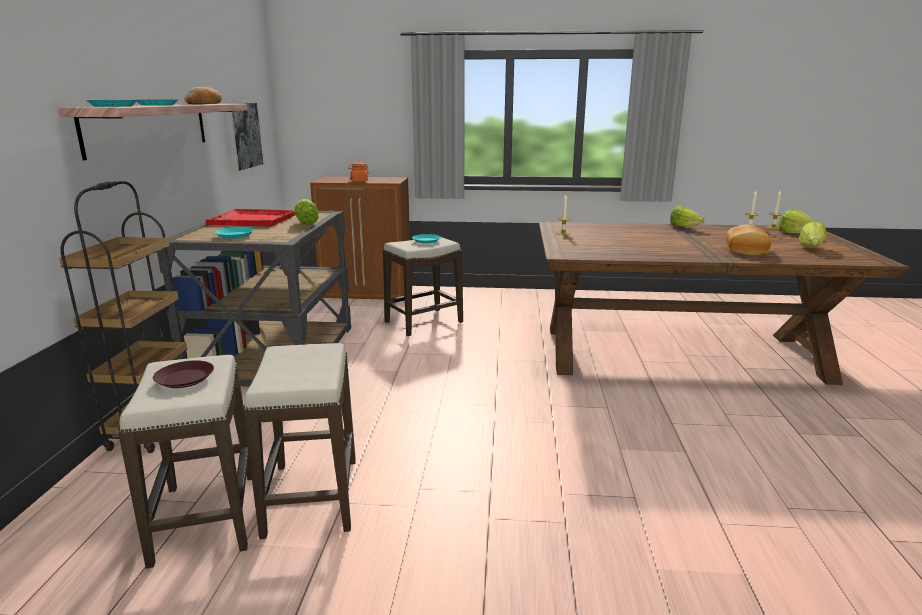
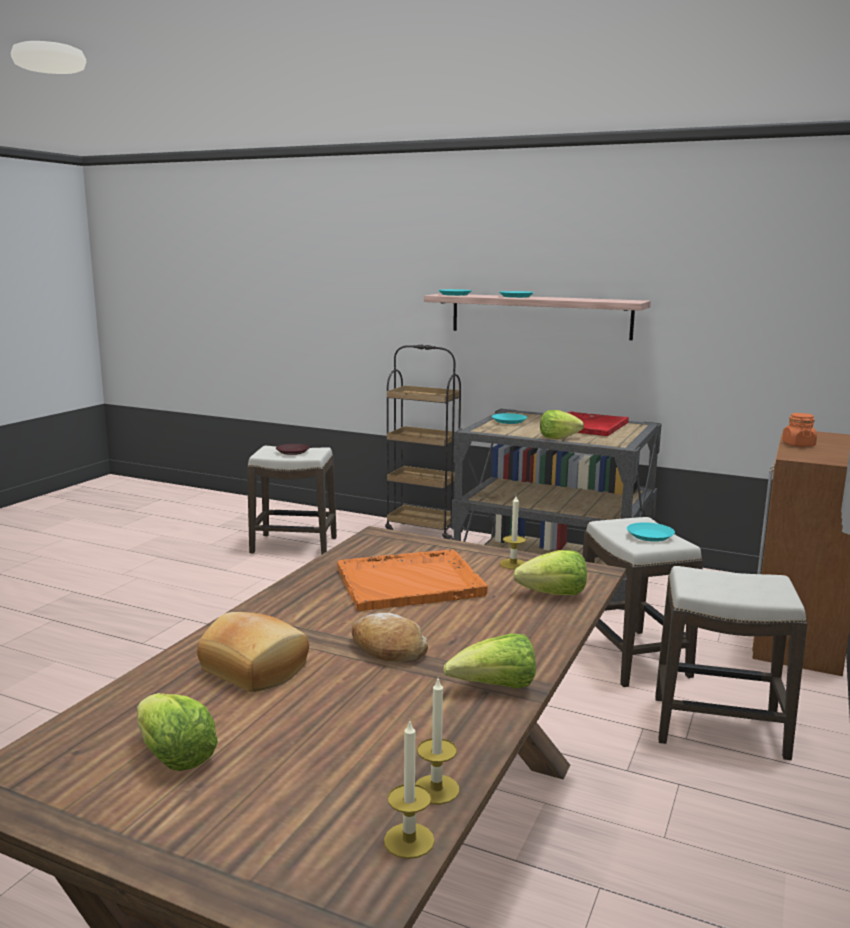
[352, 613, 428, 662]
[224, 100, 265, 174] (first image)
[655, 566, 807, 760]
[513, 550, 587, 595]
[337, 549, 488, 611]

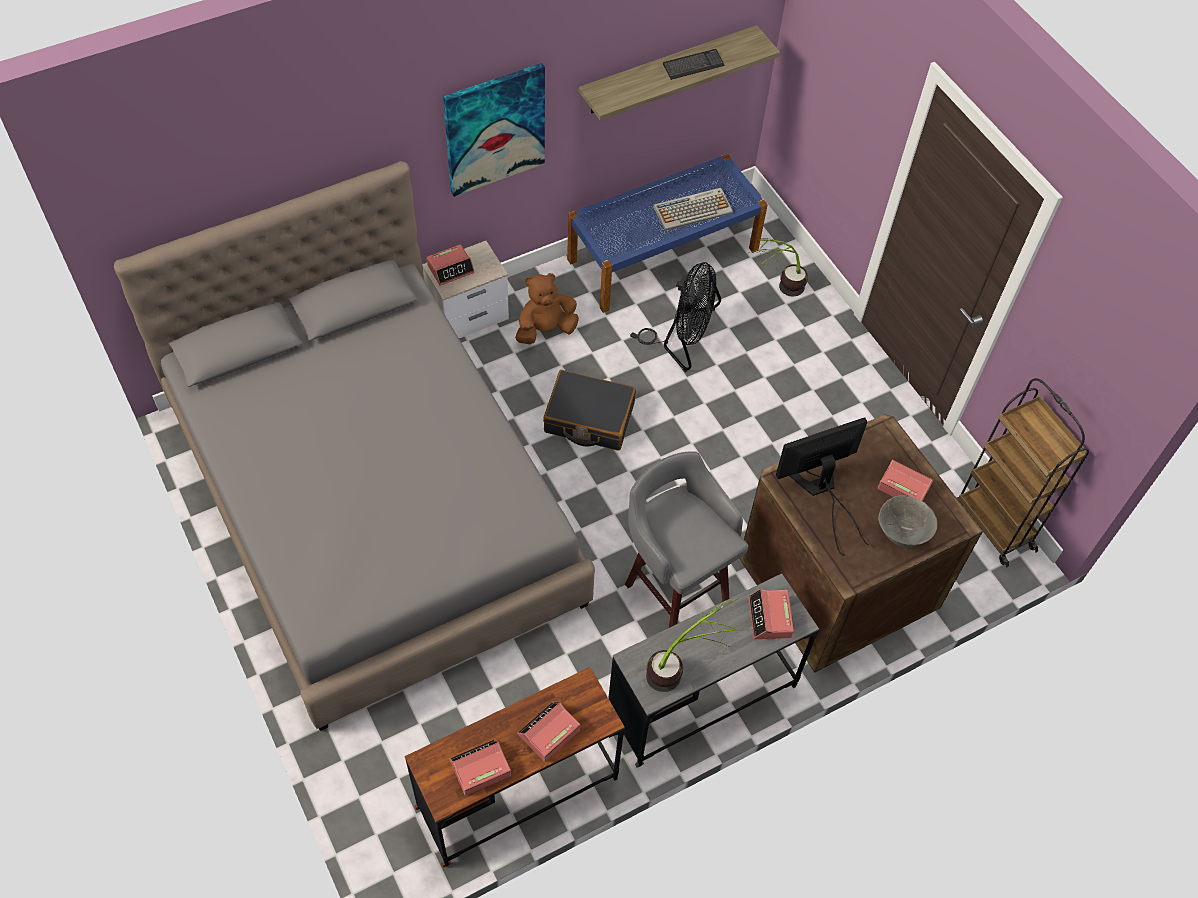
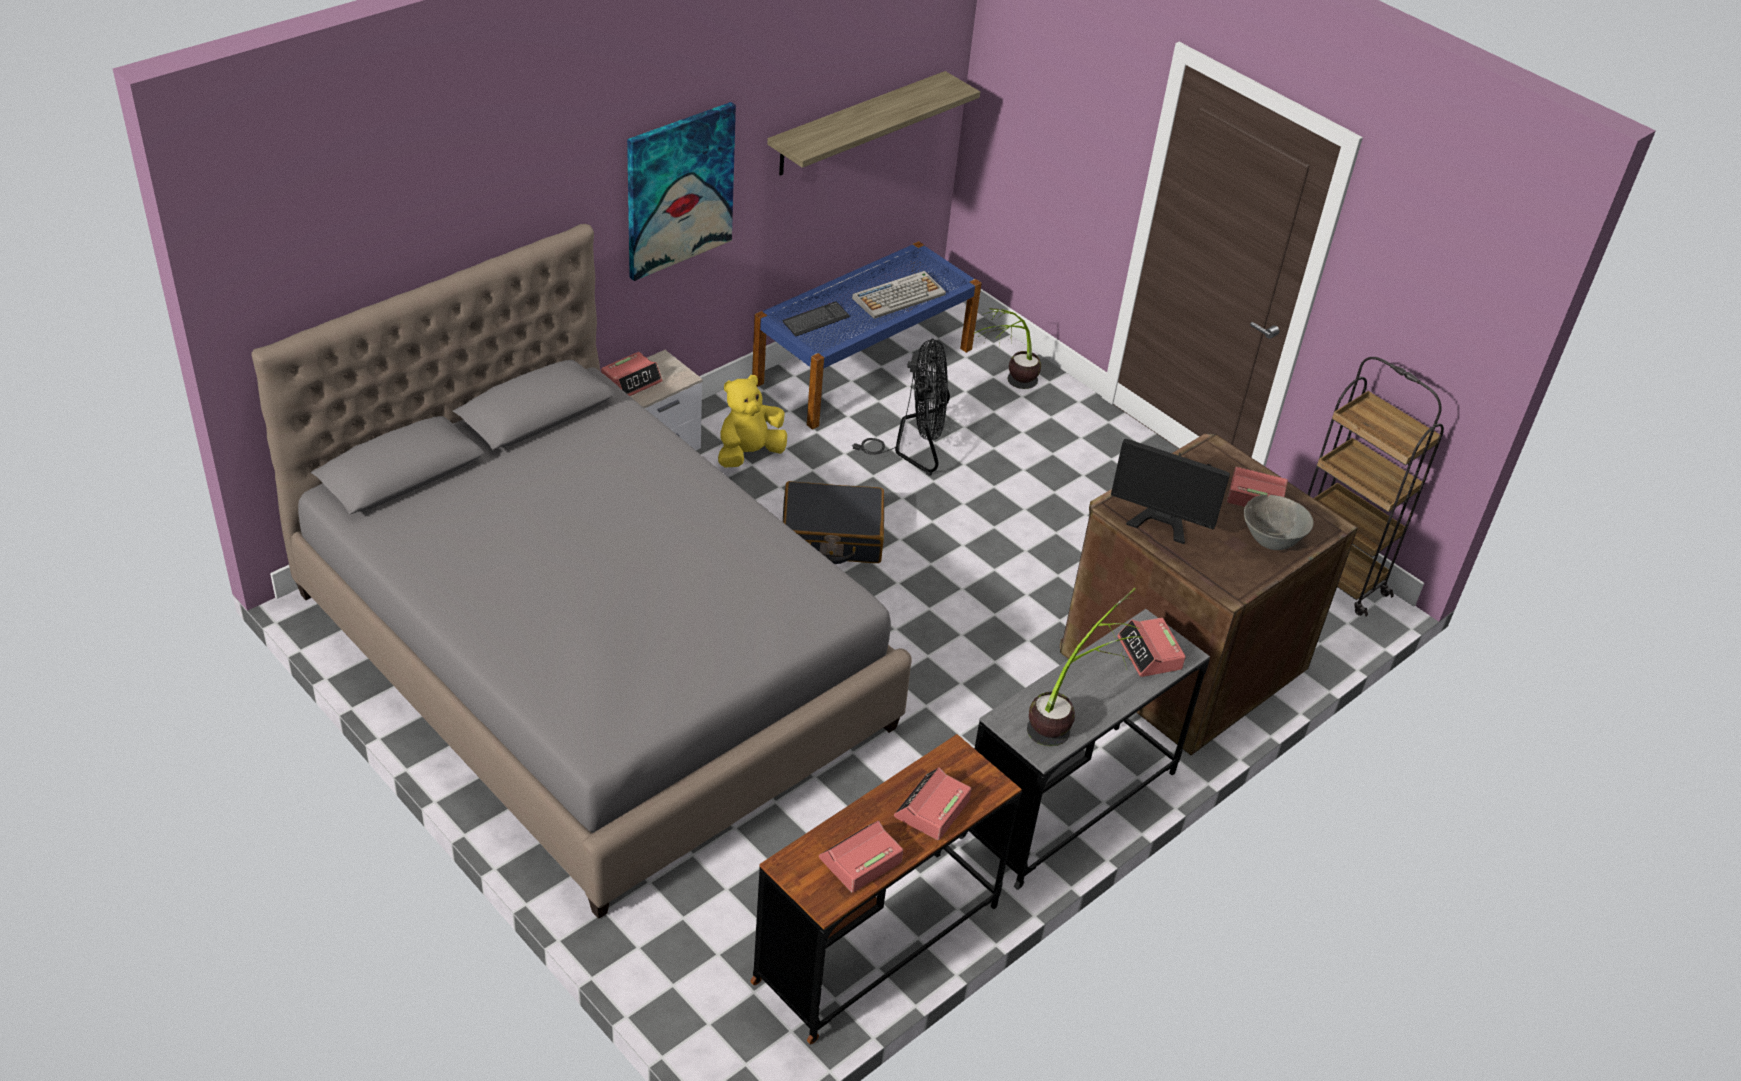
[718, 375, 787, 468]
[625, 452, 748, 628] (first image)
[783, 301, 850, 337]
[1111, 439, 1230, 544]

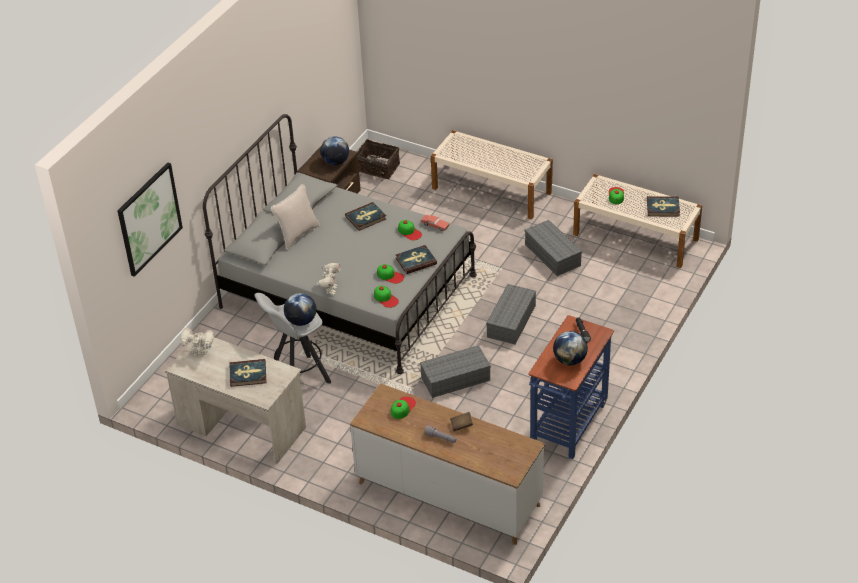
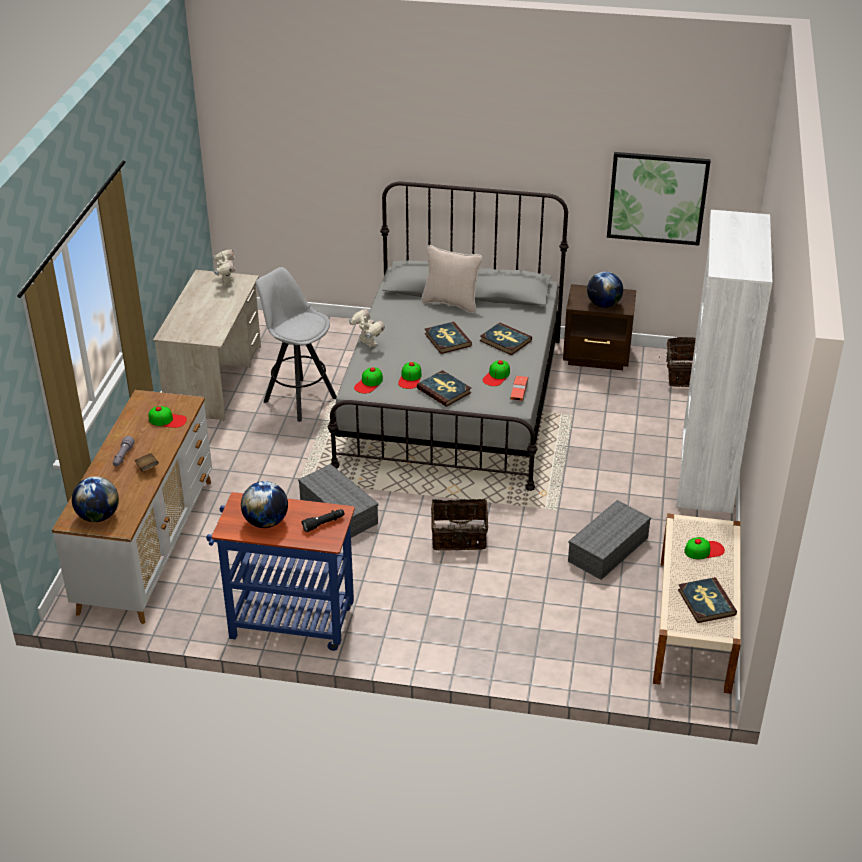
[607, 152, 711, 246]
[425, 322, 472, 354]
[72, 476, 119, 522]
[349, 309, 385, 347]
[676, 210, 772, 513]
[431, 499, 488, 550]

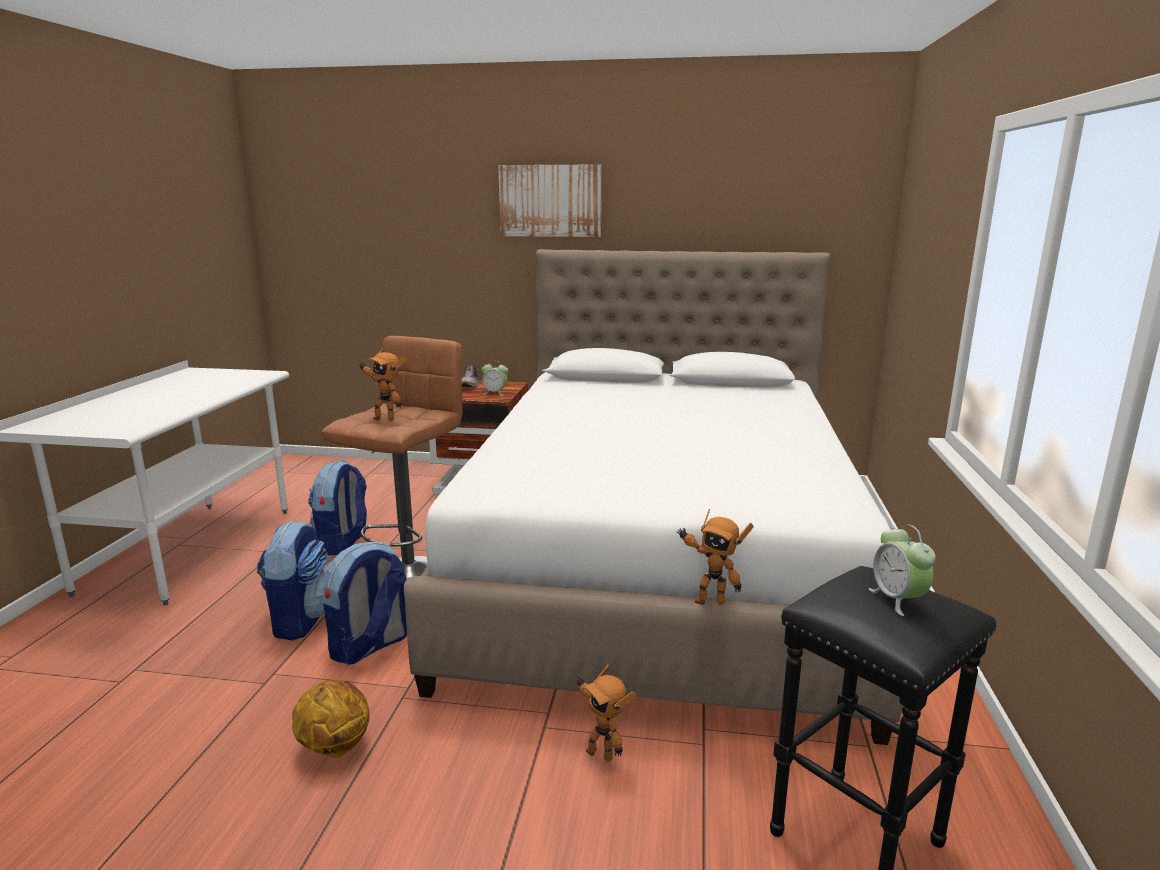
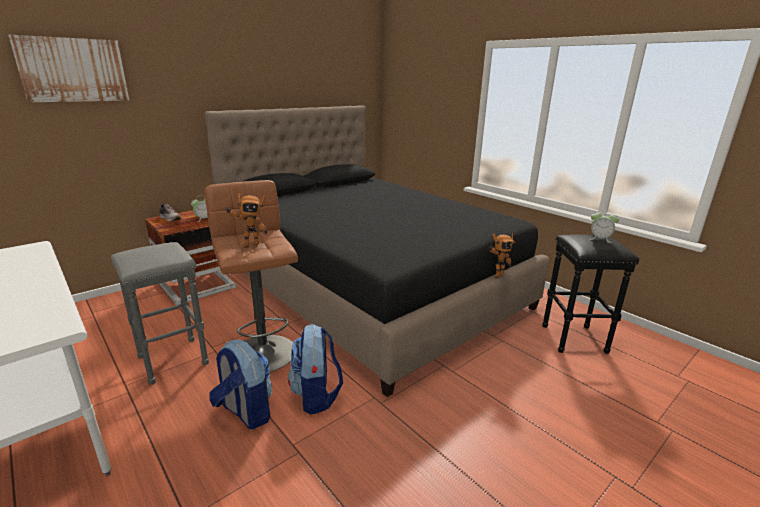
[292, 680, 369, 758] (first image)
[111, 242, 209, 385]
[205, 105, 549, 397]
[8, 35, 129, 103]
[575, 664, 637, 762] (first image)

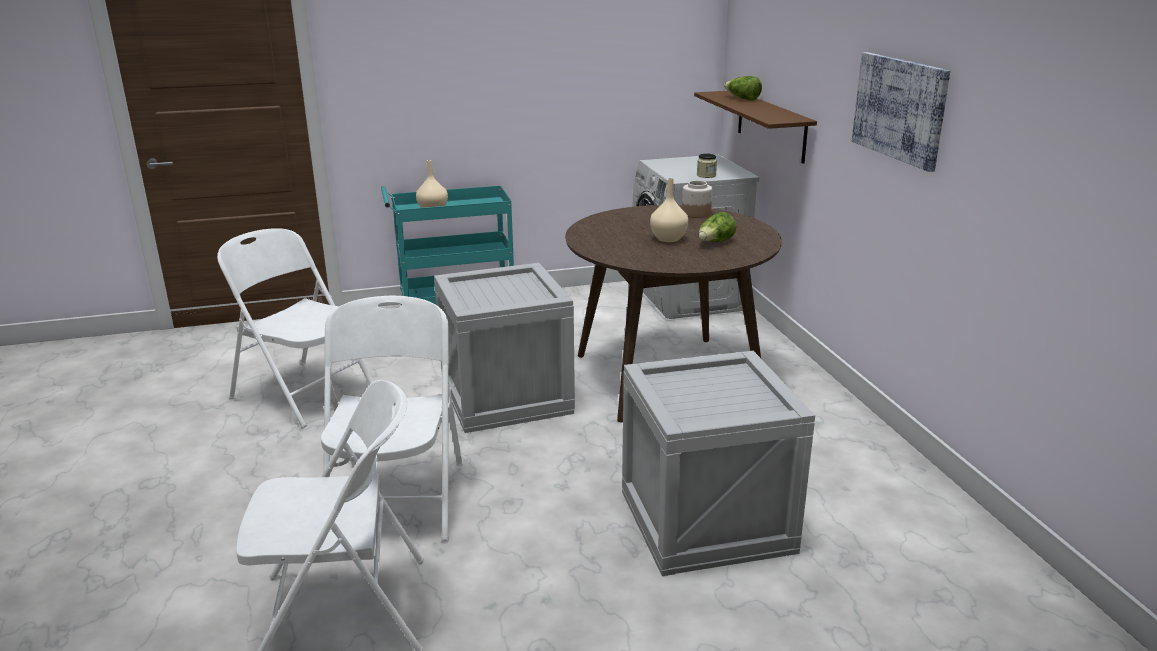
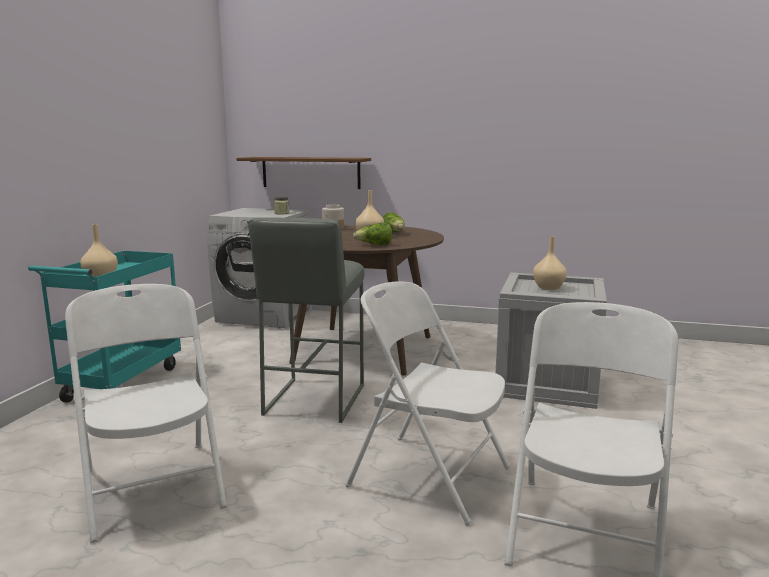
[65, 284, 227, 543]
[248, 217, 364, 423]
[353, 223, 392, 245]
[852, 52, 950, 172] (first image)
[533, 236, 567, 290]

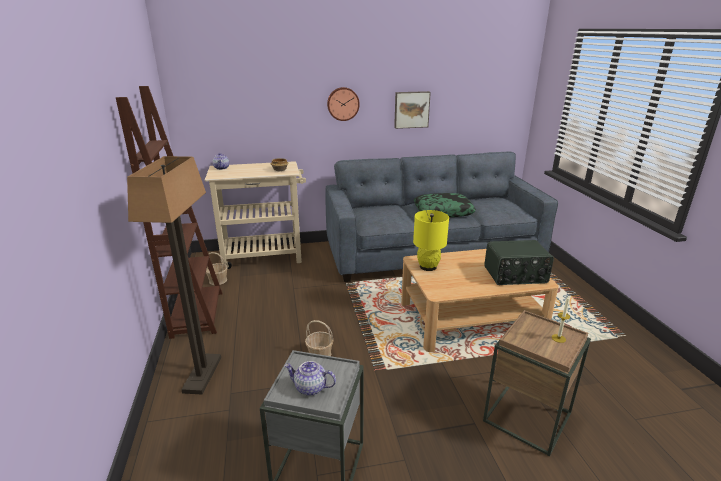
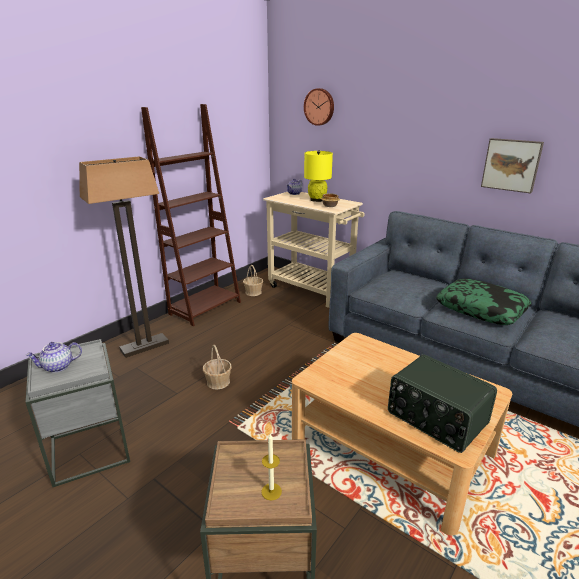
[26, 342, 82, 373]
[304, 88, 334, 126]
[304, 150, 333, 202]

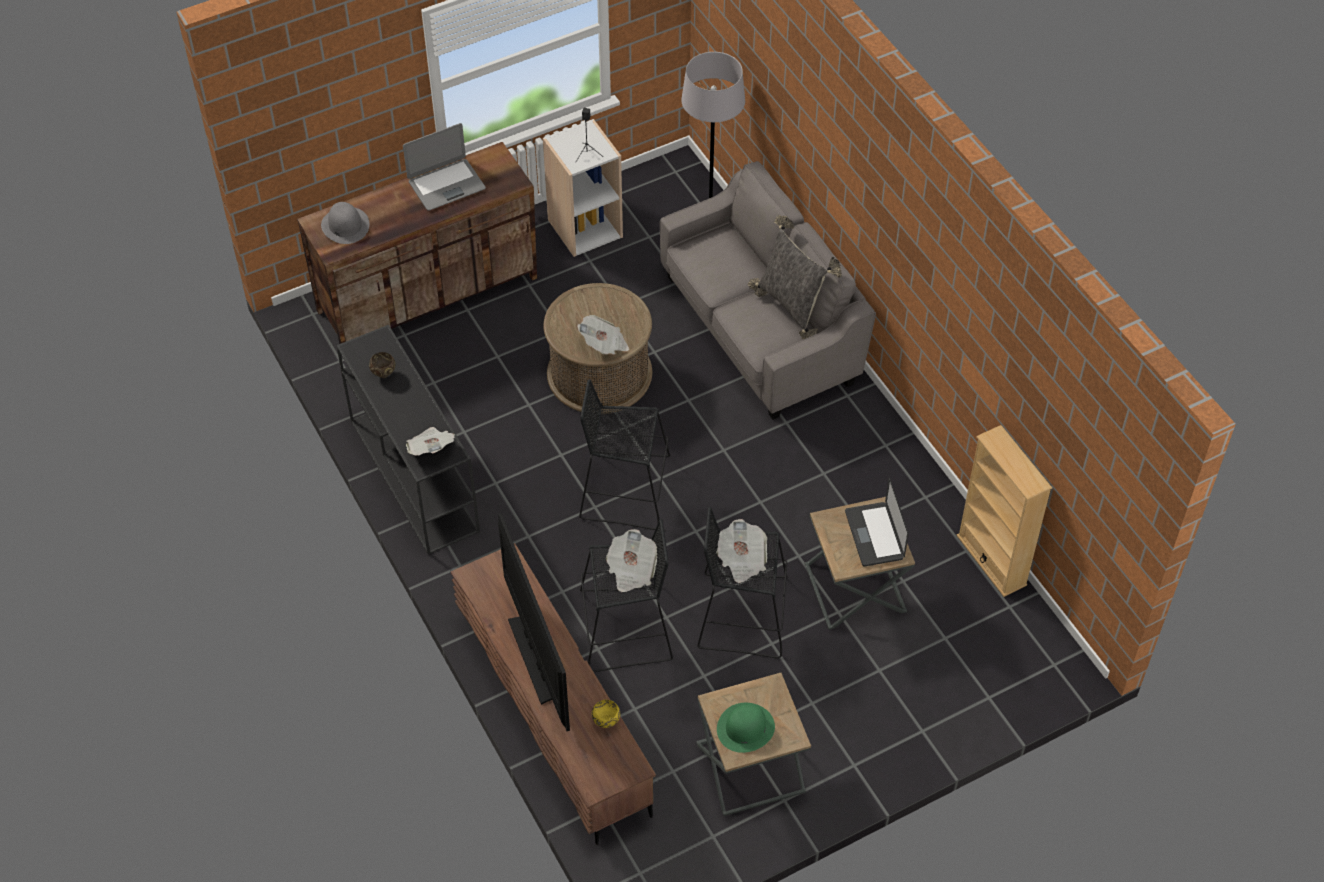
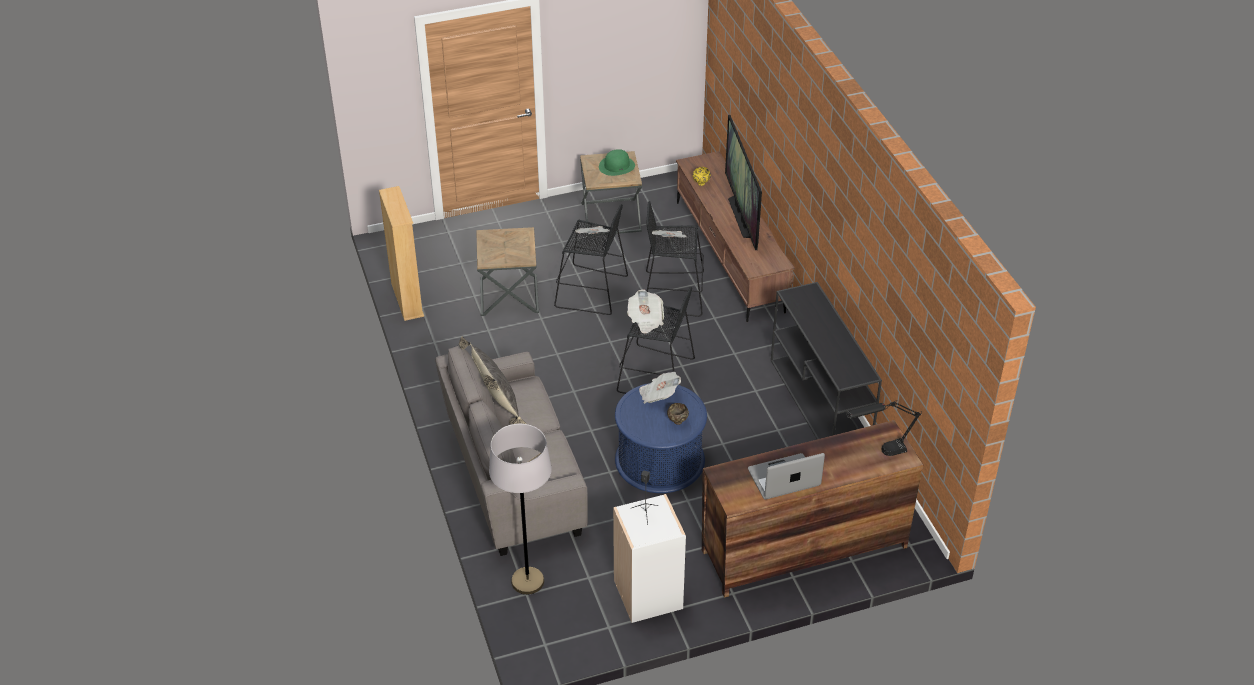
[846, 400, 922, 456]
[667, 403, 689, 425]
[627, 289, 664, 334]
[615, 383, 707, 493]
[845, 478, 909, 566] (first image)

